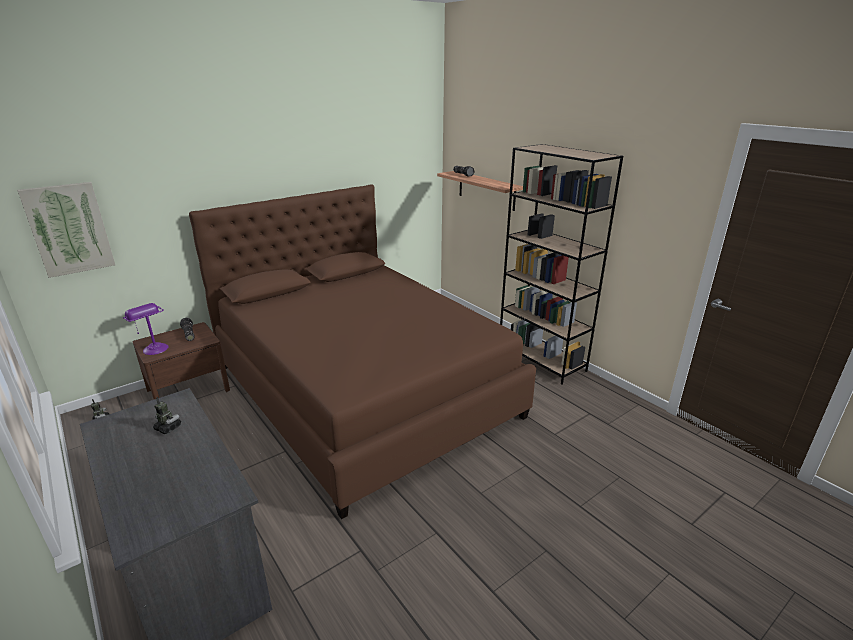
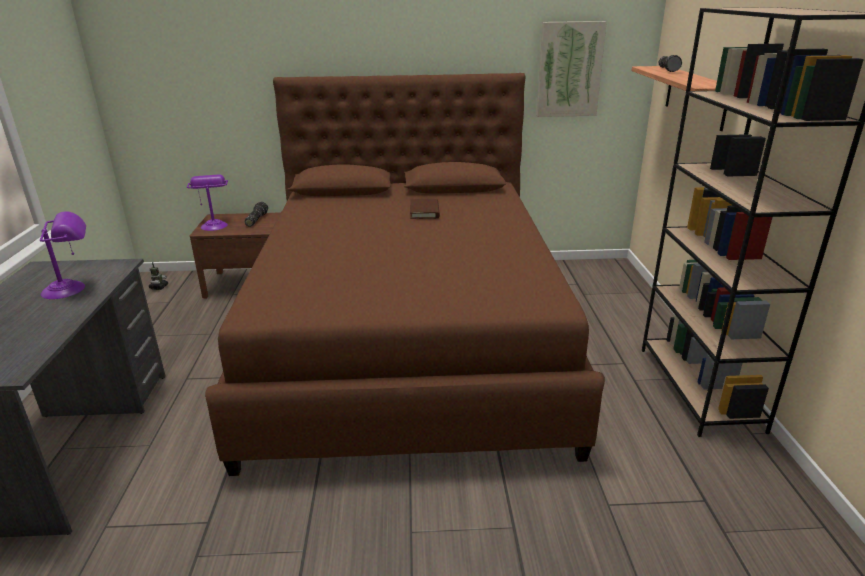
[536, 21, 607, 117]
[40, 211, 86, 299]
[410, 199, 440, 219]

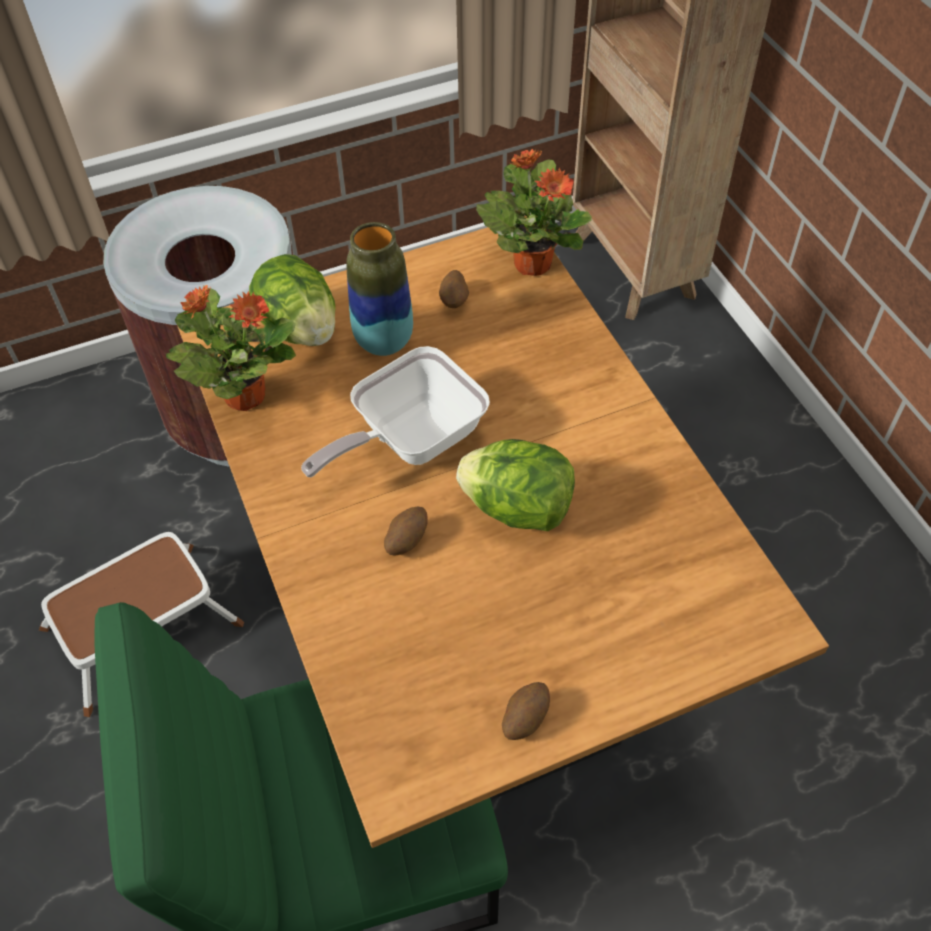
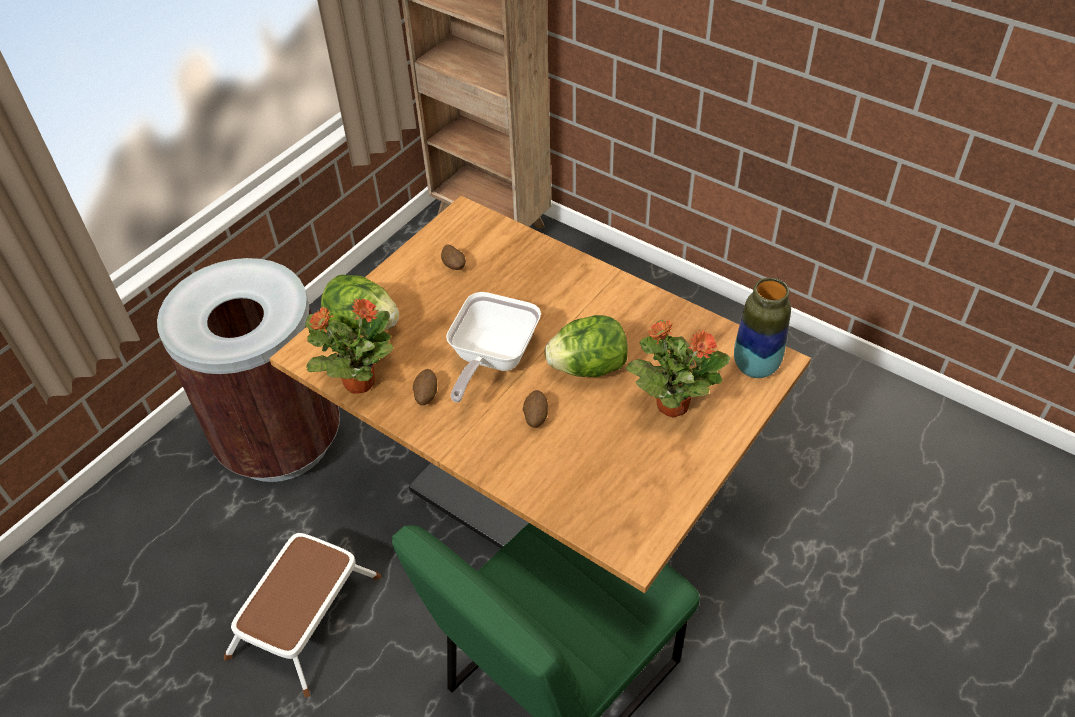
[734, 278, 791, 378]
[626, 320, 730, 418]
[413, 369, 437, 405]

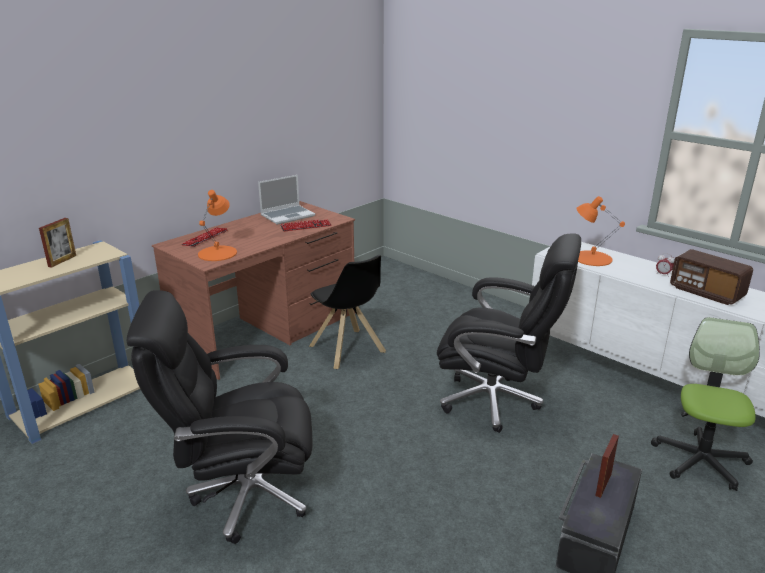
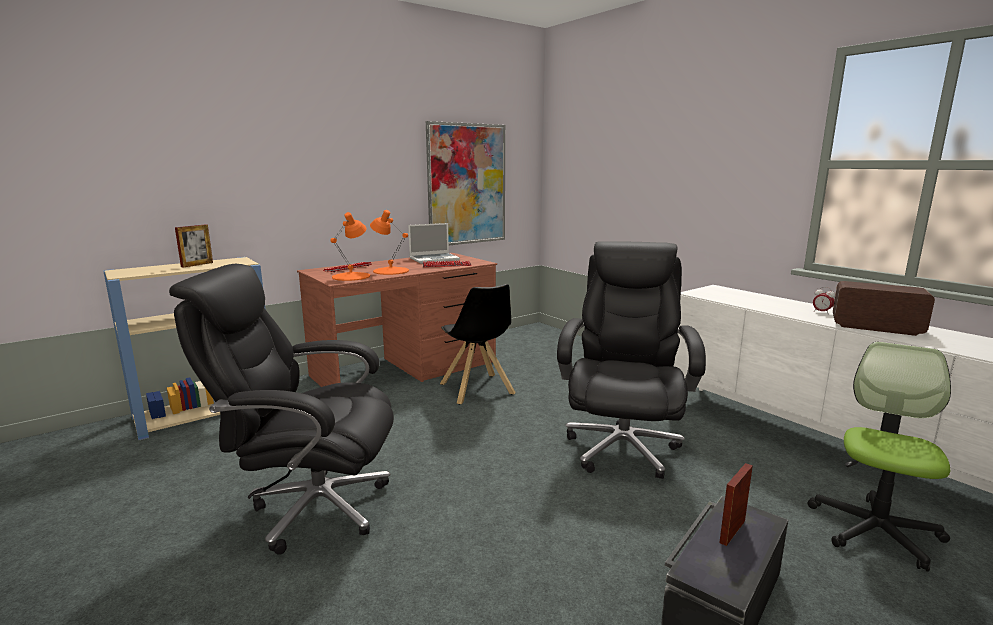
[557, 241, 706, 479]
[370, 210, 409, 275]
[833, 281, 935, 336]
[426, 121, 505, 245]

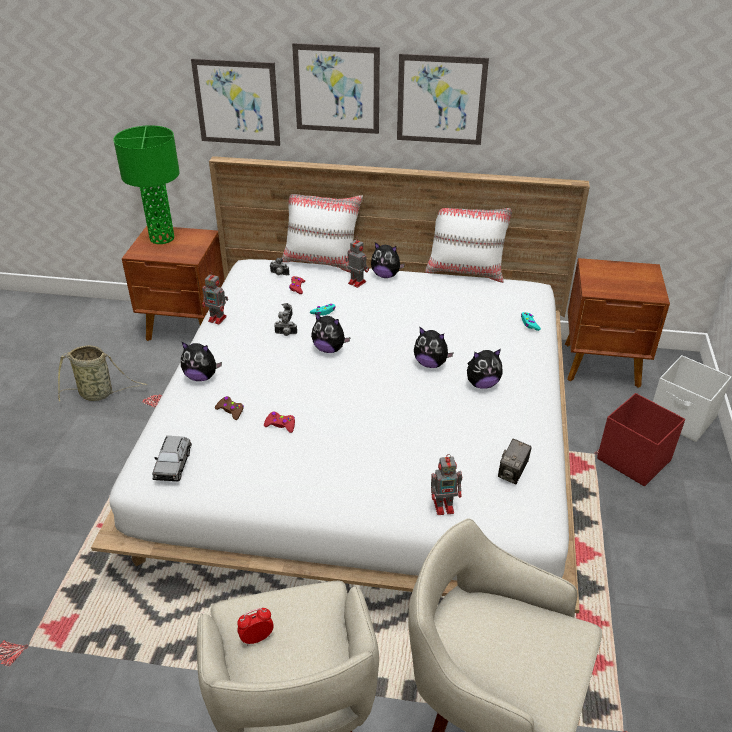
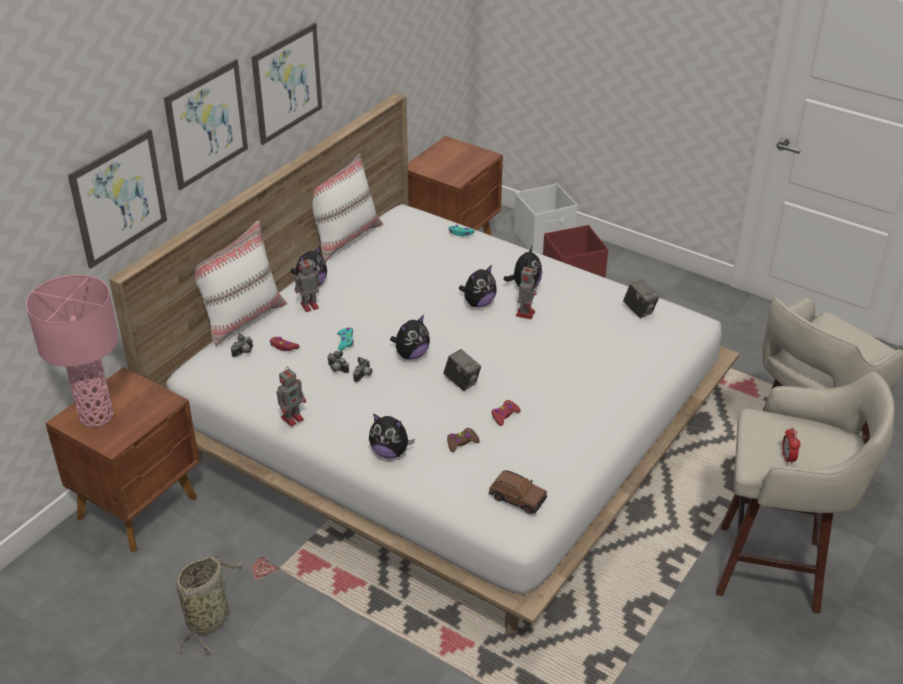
[26, 275, 119, 427]
[488, 470, 547, 514]
[369, 413, 415, 459]
[516, 264, 537, 319]
[443, 349, 481, 391]

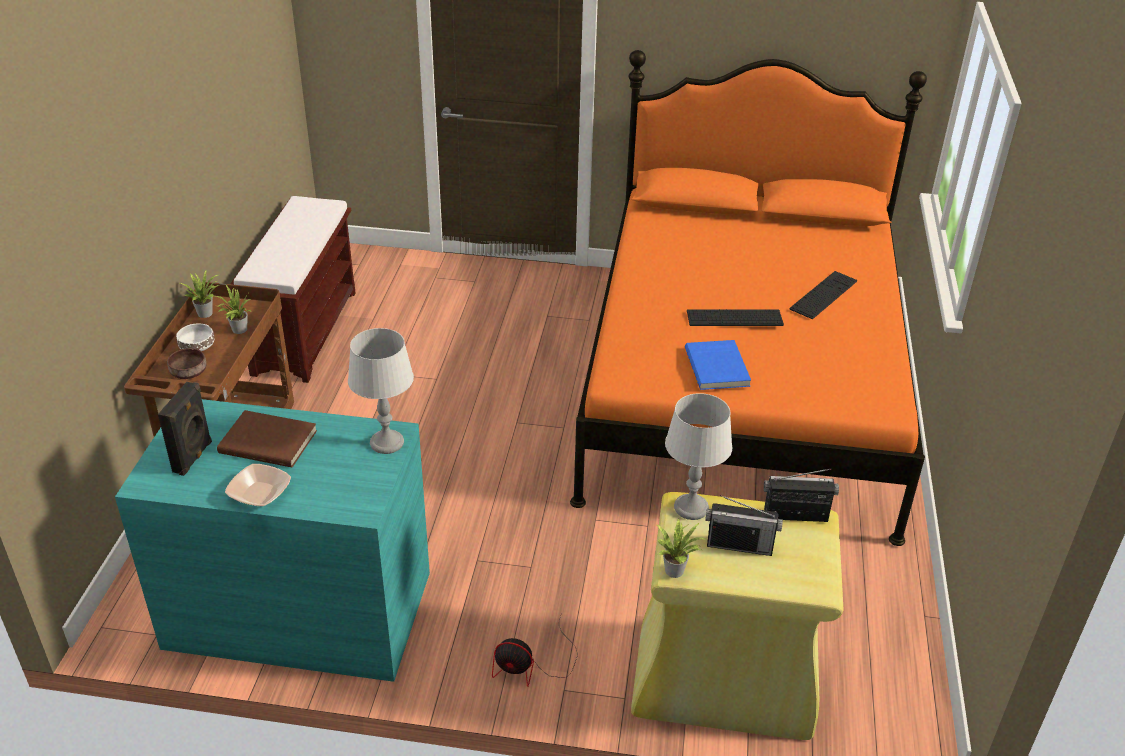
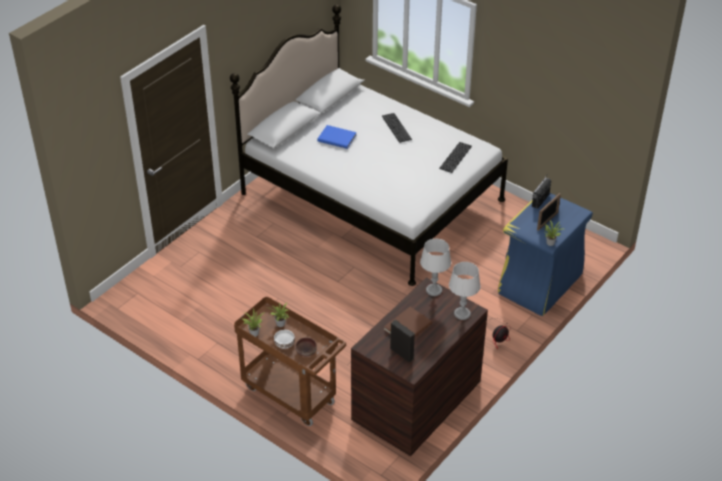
[351, 277, 488, 456]
[225, 464, 291, 506] (first image)
[231, 196, 356, 383] (first image)
[230, 5, 508, 286]
[498, 193, 593, 316]
[449, 262, 481, 320]
[317, 125, 357, 149]
[439, 142, 472, 173]
[537, 193, 561, 231]

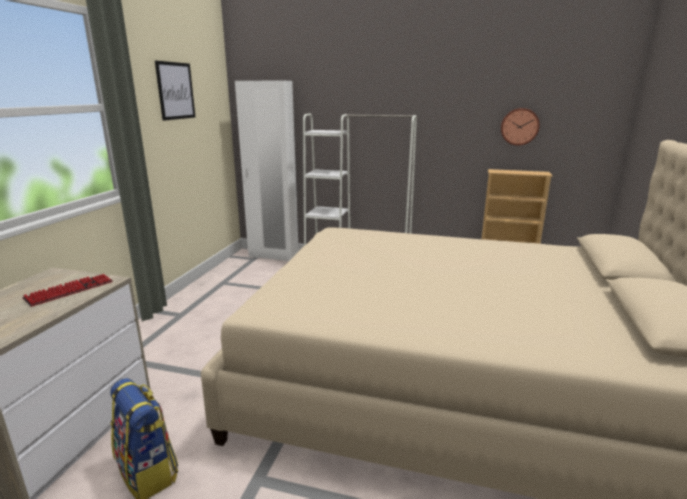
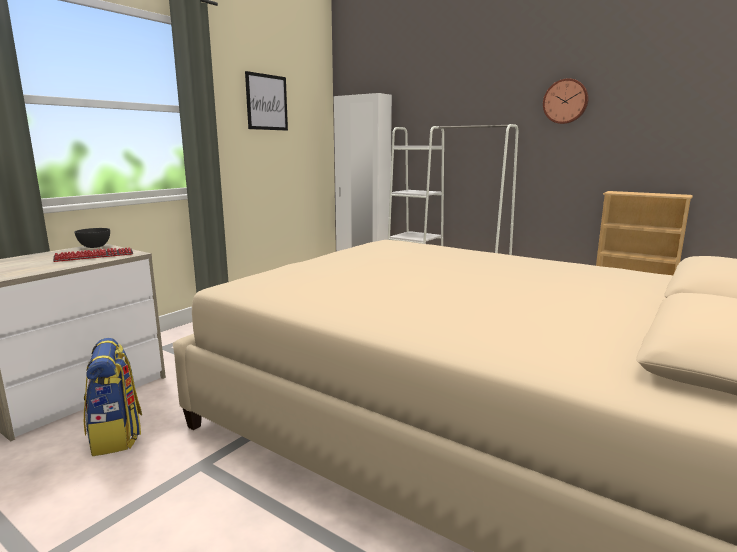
[543, 78, 589, 124]
[75, 228, 110, 248]

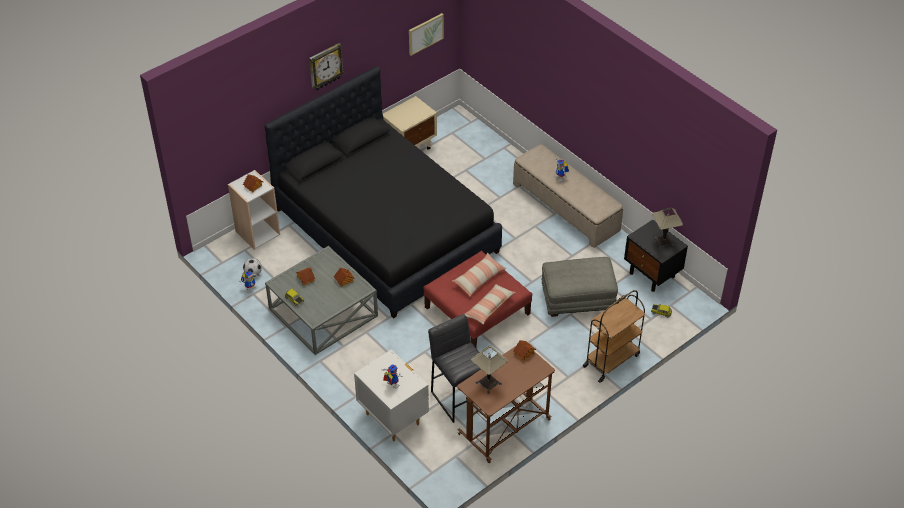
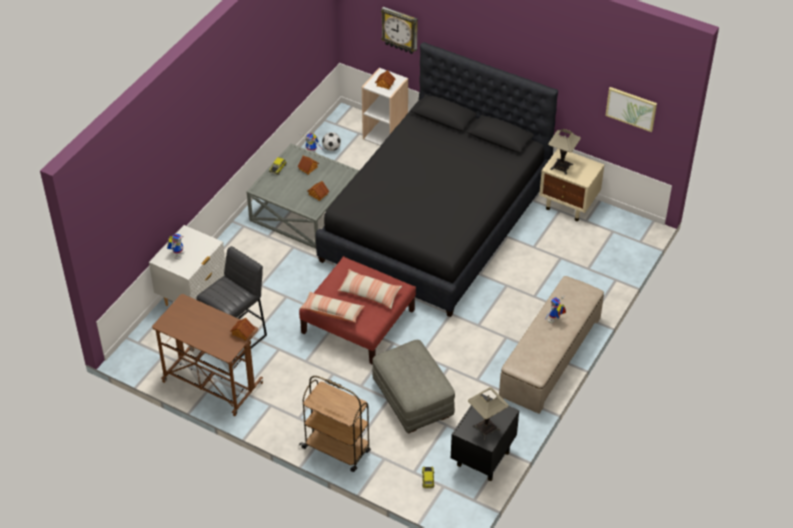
[381, 7, 418, 54]
[548, 129, 581, 175]

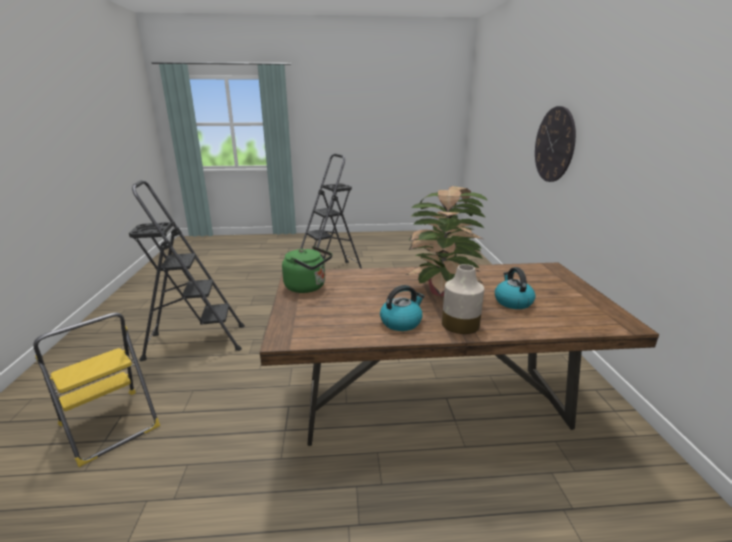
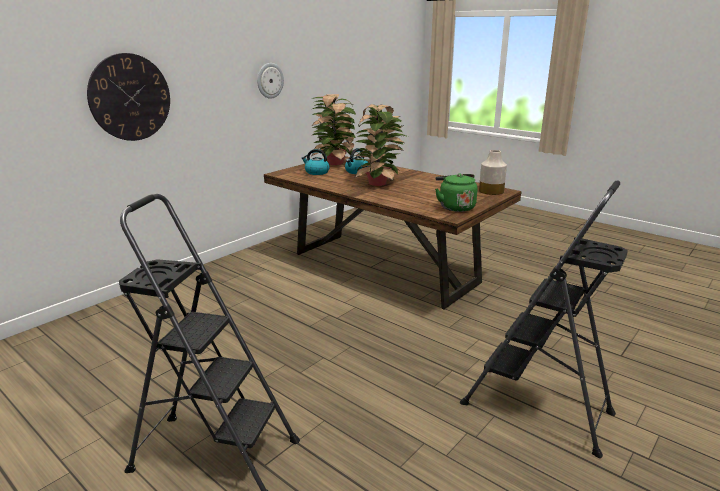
[33, 313, 160, 467] (first image)
[301, 149, 330, 175]
[479, 150, 507, 195]
[257, 63, 284, 99]
[311, 94, 357, 165]

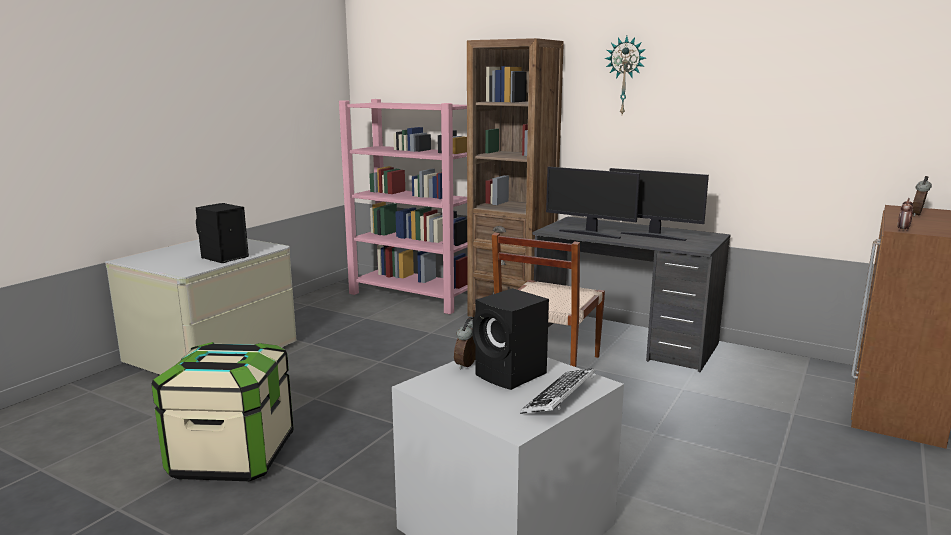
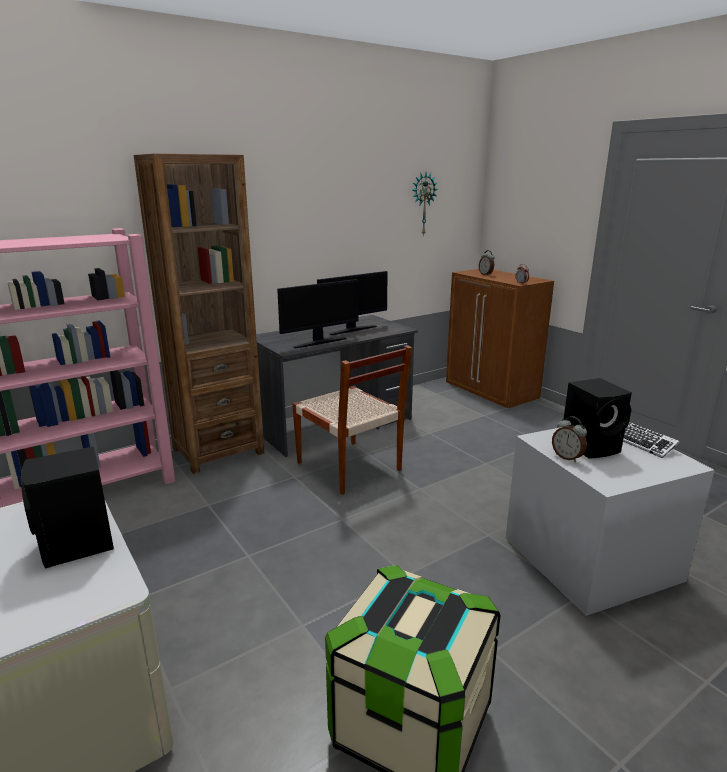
[413, 172, 438, 236]

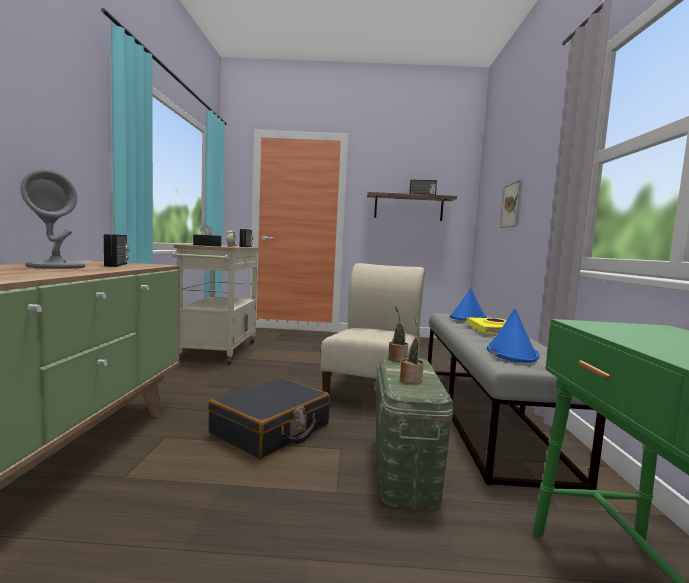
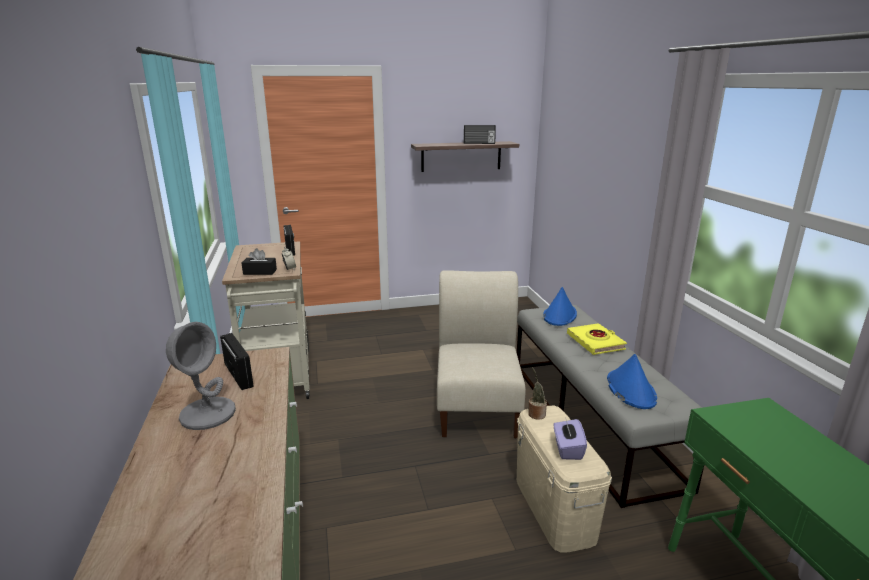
[208, 377, 330, 459] (first image)
[517, 406, 612, 553]
[553, 419, 587, 460]
[500, 180, 522, 228] (first image)

